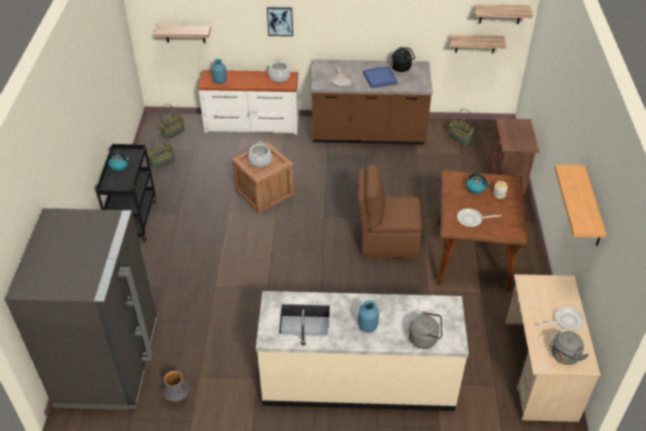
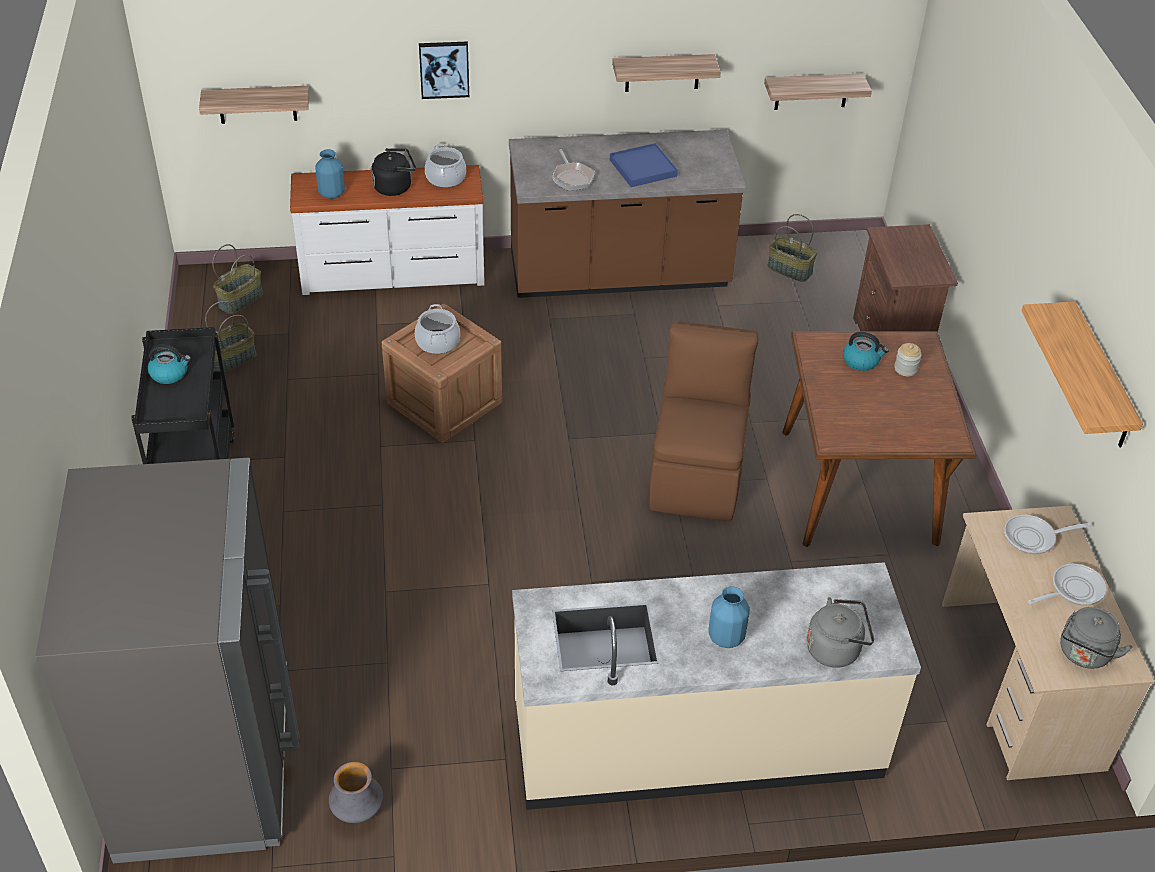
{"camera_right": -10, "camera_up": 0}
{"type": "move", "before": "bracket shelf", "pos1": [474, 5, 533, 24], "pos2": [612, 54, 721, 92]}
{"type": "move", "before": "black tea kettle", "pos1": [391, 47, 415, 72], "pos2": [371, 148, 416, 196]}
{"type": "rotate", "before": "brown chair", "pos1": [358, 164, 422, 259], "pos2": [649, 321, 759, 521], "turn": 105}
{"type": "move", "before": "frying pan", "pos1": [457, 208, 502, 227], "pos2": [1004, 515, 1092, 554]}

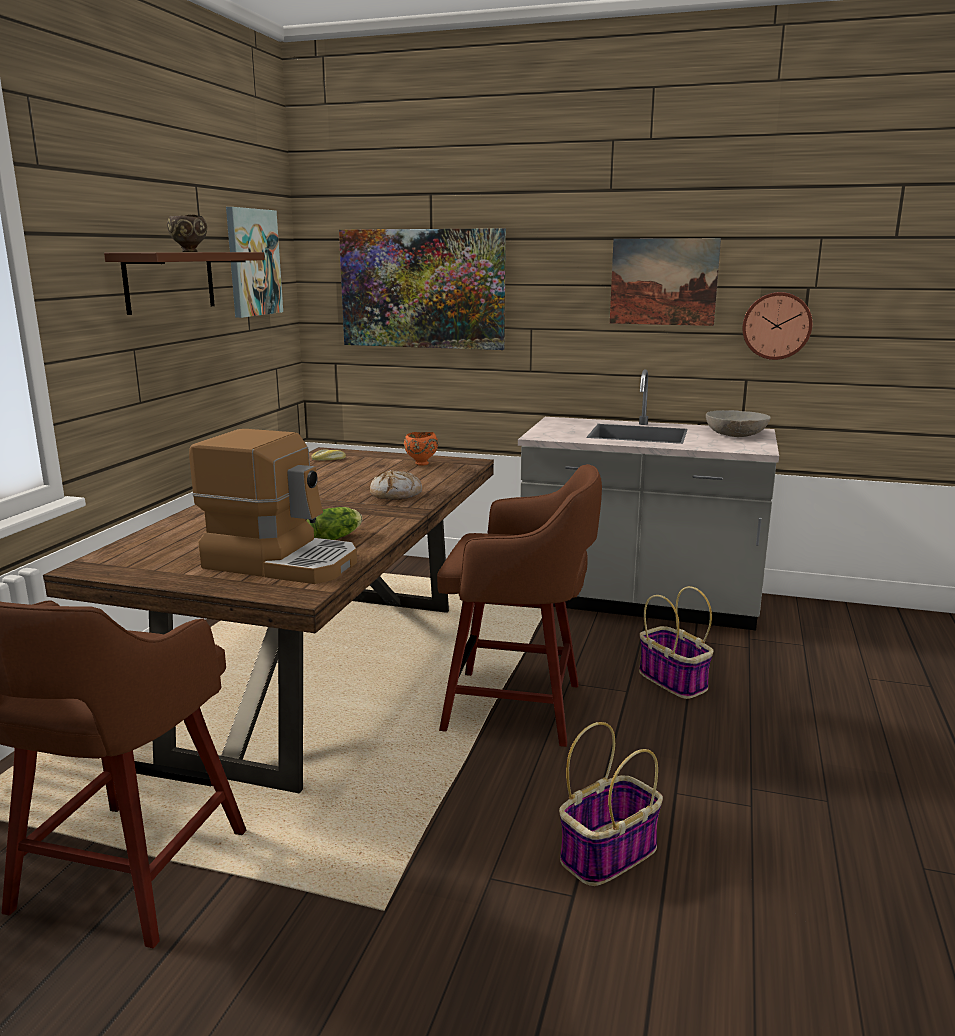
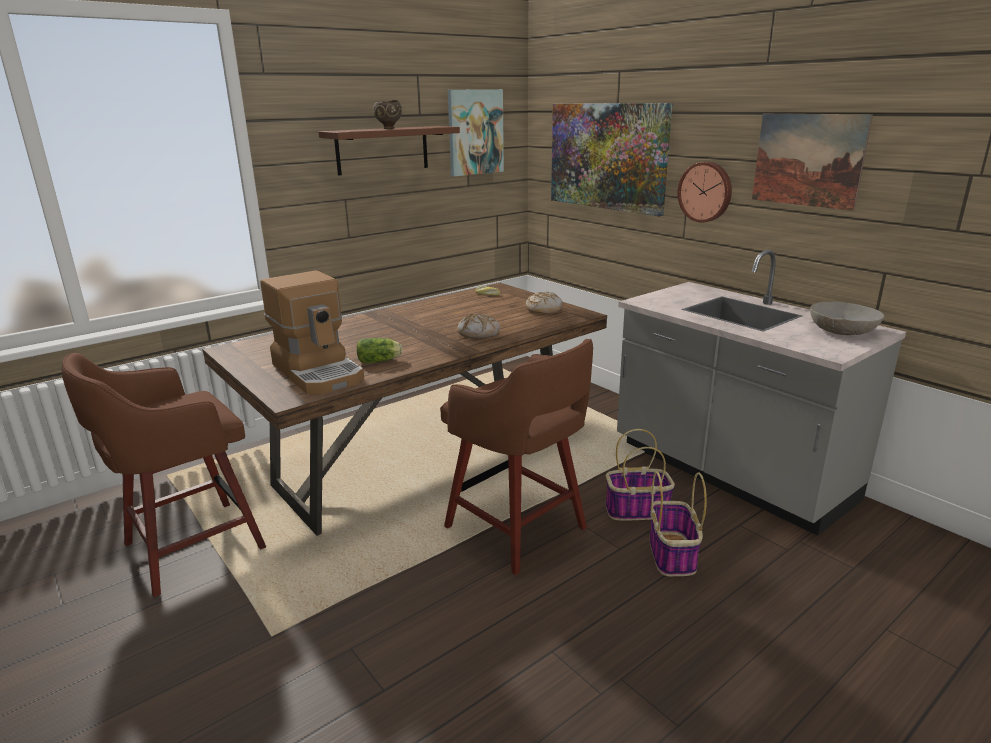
{"camera_right": 35, "camera_up": 5}
{"type": "move", "before": "clock on the wall", "pos1": [743, 292, 812, 360], "pos2": [677, 162, 732, 223]}
{"type": "replace", "before": "orangey bowl", "after": "bakery bread", "pos1": [404, 432, 438, 465], "pos2": [526, 292, 562, 314]}
{"type": "move", "before": "basket", "pos1": [559, 722, 663, 886], "pos2": [606, 429, 675, 521]}

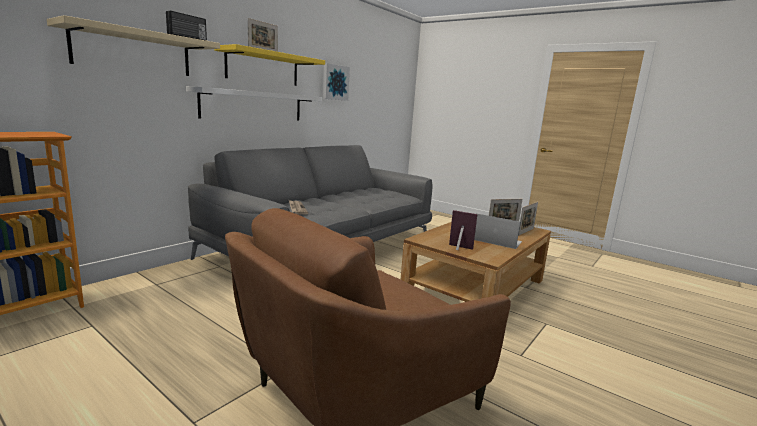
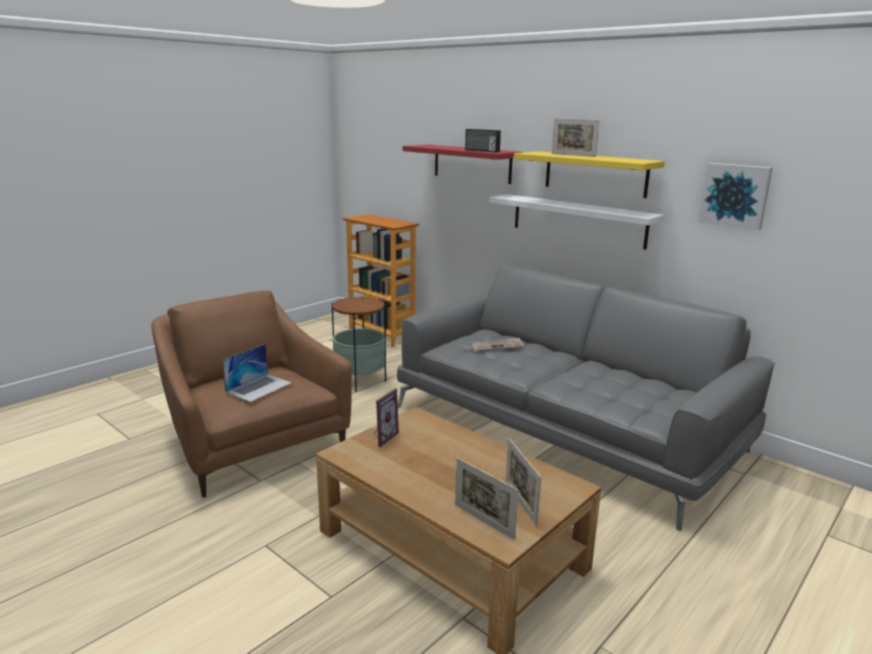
{"camera_right": 95, "camera_up": 5}
{"type": "recolor", "before": "beige-coloured bracket shelf", "after": "red-coloured bracket shelf", "pos1": [47, 15, 220, 76], "pos2": [403, 145, 523, 184]}
{"type": "move", "before": "portable computer", "pos1": [474, 213, 522, 249], "pos2": [222, 344, 292, 402]}
{"type": "insert", "after": "accent table", "pos2": [332, 296, 386, 392]}

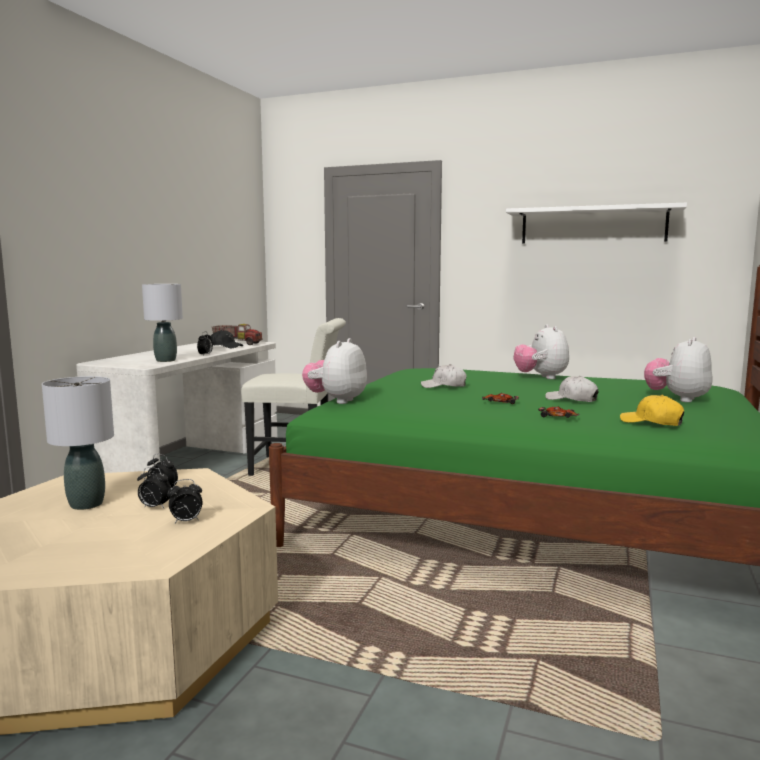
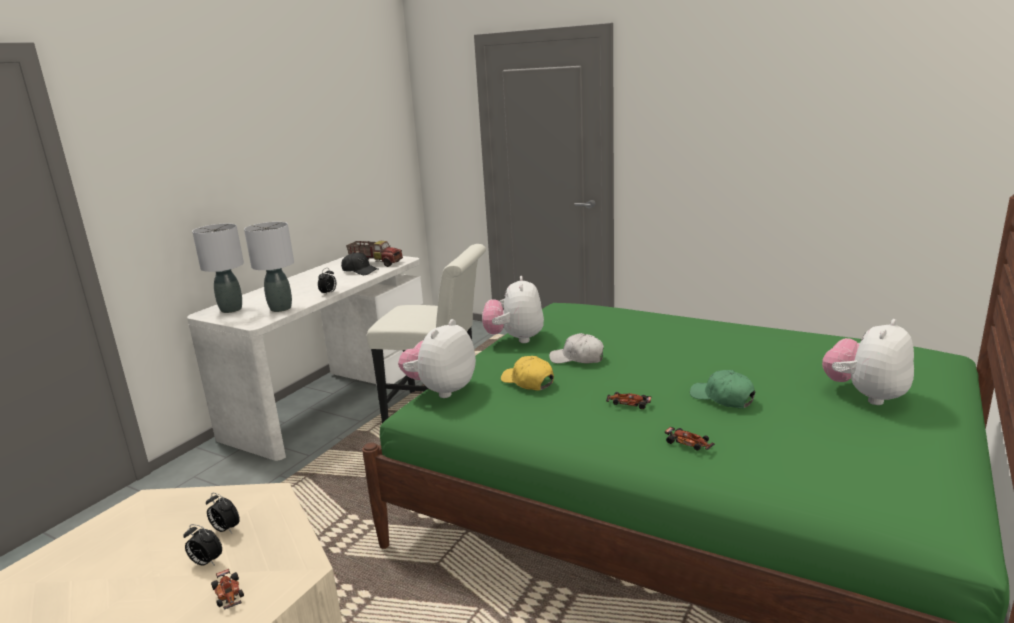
{"camera_right": 10, "camera_up": 10}
{"type": "delete", "before": "white bracket shelf", "pos1": [506, 203, 687, 244]}
{"type": "move", "before": "soft toy", "pos1": [513, 324, 569, 379], "pos2": [482, 276, 544, 343]}
{"type": "move", "before": "gray table lamp", "pos1": [42, 376, 114, 510], "pos2": [192, 223, 244, 313]}
{"type": "recolor", "before": "white cap", "after": "green-coloured cap", "pos1": [545, 376, 598, 402], "pos2": [690, 370, 755, 408]}
{"type": "move", "before": "yellowish cap", "pos1": [620, 395, 684, 426], "pos2": [501, 356, 554, 391]}
{"type": "replace", "before": "alarm clock", "after": "toy car", "pos1": [167, 479, 202, 523], "pos2": [211, 569, 244, 610]}

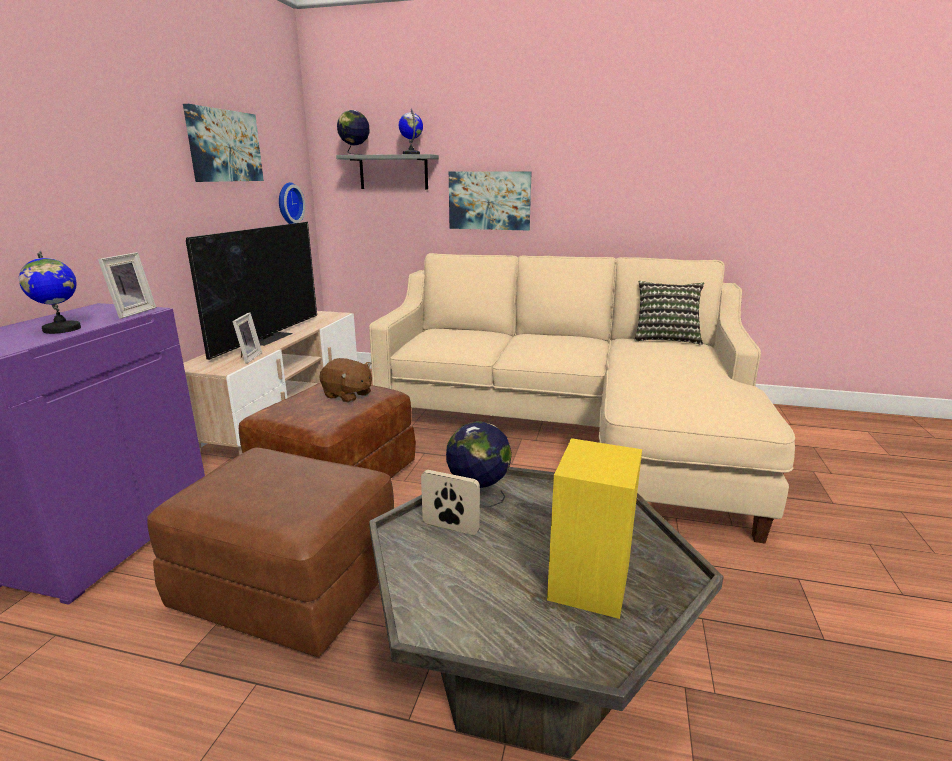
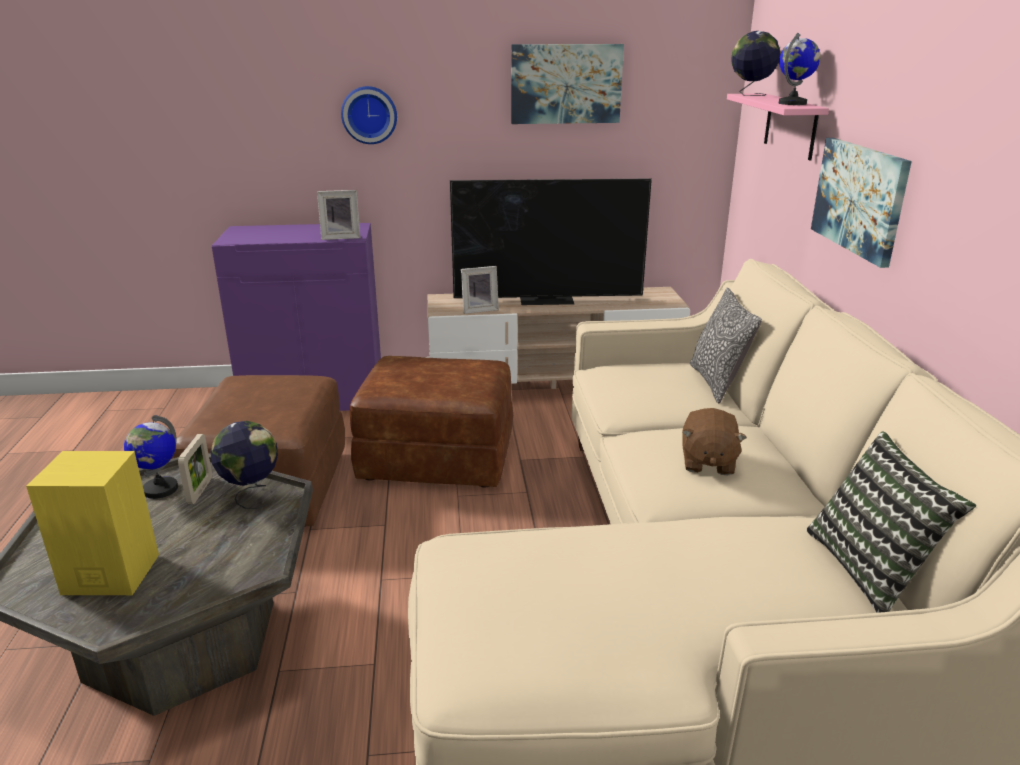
{"camera_right": 70, "camera_up": 5}
{"type": "recolor", "before": "gray bracket shelf", "after": "pink-coloured bracket shelf", "pos1": [336, 154, 439, 190], "pos2": [727, 93, 829, 161]}
{"type": "move", "before": "clock on the wall", "pos1": [279, 182, 305, 224], "pos2": [341, 86, 397, 144]}
{"type": "move", "before": "world globe", "pos1": [19, 251, 81, 334], "pos2": [124, 415, 178, 499]}
{"type": "move", "before": "brown soft toy", "pos1": [319, 358, 372, 403], "pos2": [682, 408, 747, 475]}
{"type": "insert", "after": "cushion", "pos2": [690, 287, 762, 403]}

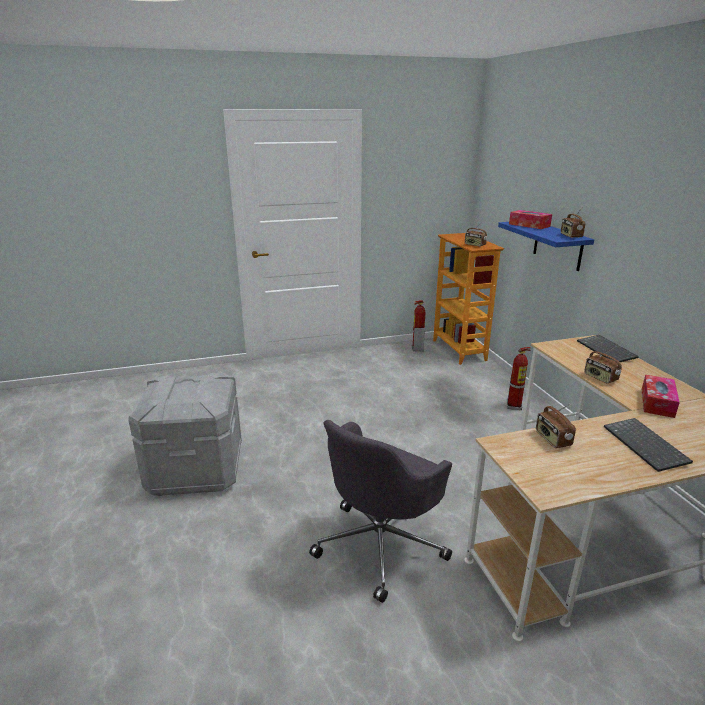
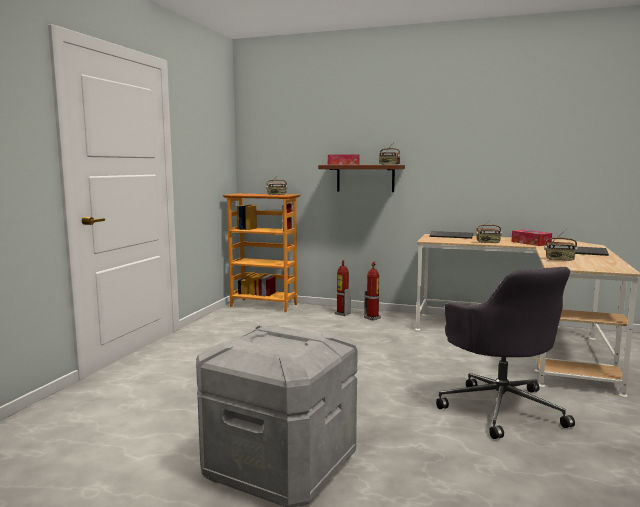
{"camera_right": -55, "camera_up": -15}
{"type": "recolor", "before": "blue bracket shelf", "after": "brown bracket shelf", "pos1": [498, 222, 594, 271], "pos2": [318, 165, 405, 192]}
{"type": "move", "before": "fire extinguisher", "pos1": [412, 300, 426, 351], "pos2": [334, 260, 351, 316]}

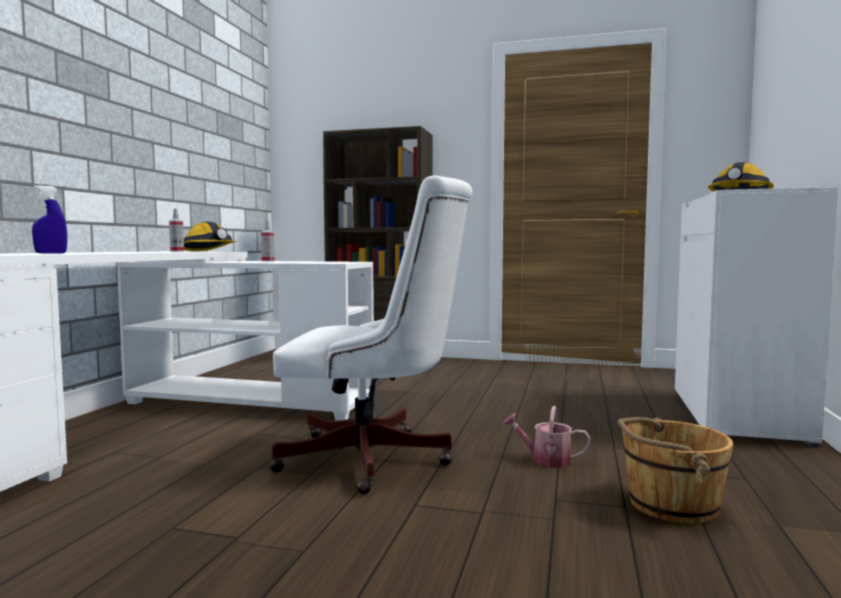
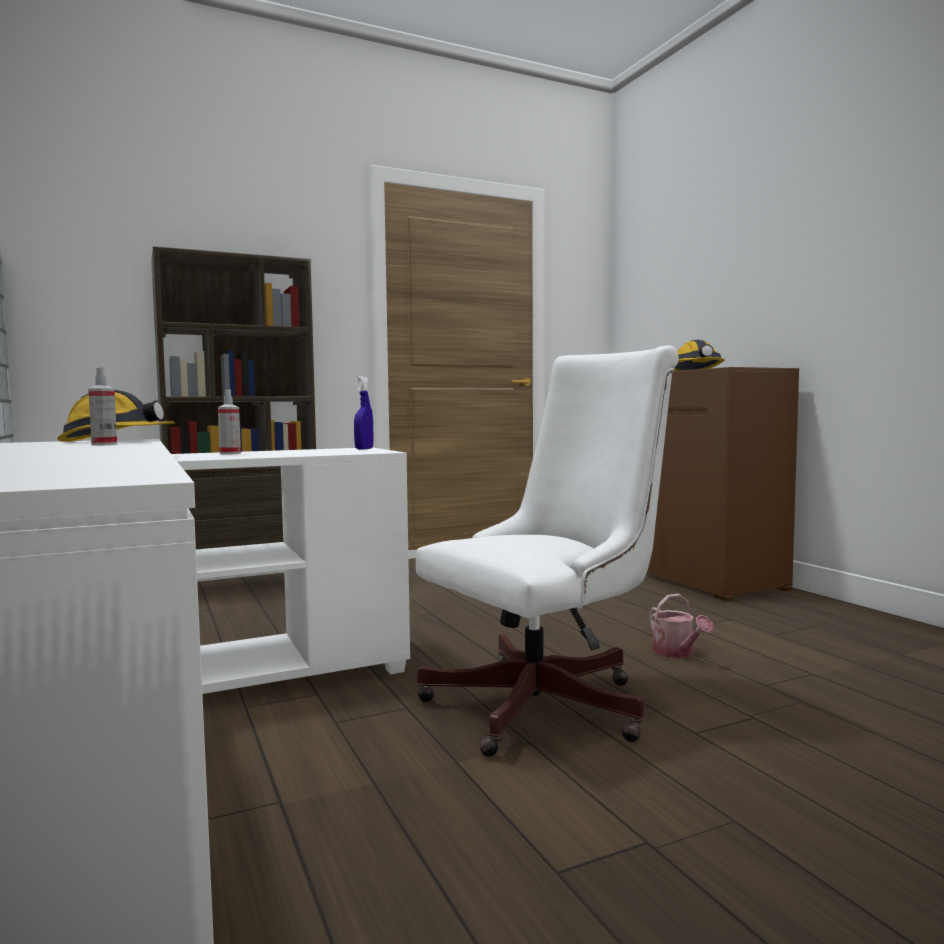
{"camera_right": -40, "camera_up": 0}
{"type": "move", "before": "blue spray bottle", "pos1": [32, 185, 67, 253], "pos2": [354, 376, 374, 450]}
{"type": "recolor", "before": "white cabinet", "after": "brown cabinet", "pos1": [675, 187, 838, 448], "pos2": [647, 367, 799, 601]}
{"type": "rotate", "before": "watering can", "pos1": [503, 406, 591, 467], "pos2": [649, 594, 713, 658], "turn": -90}
{"type": "delete", "before": "brown water bucket", "pos1": [617, 417, 733, 524]}

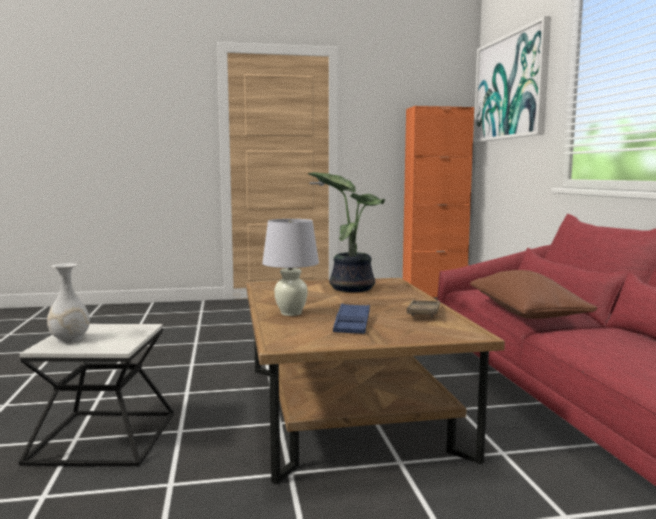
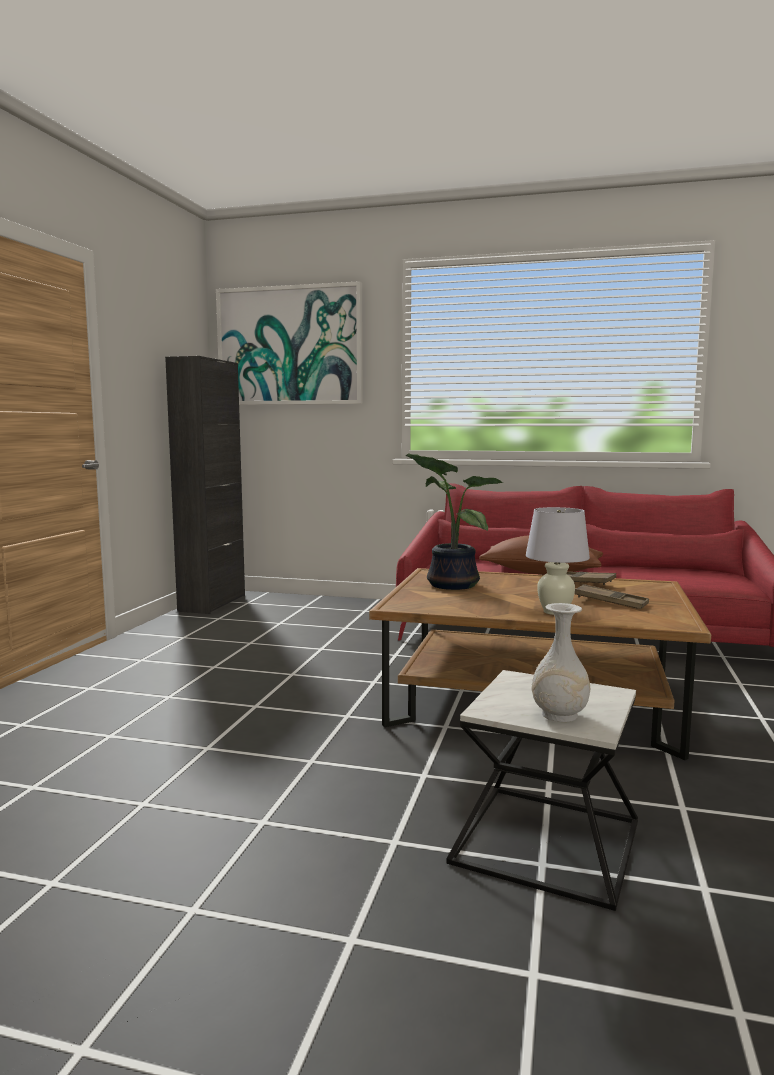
{"camera_right": -65, "camera_up": 0}
{"type": "recolor", "before": "orangey cabinet", "after": "black cabinet", "pos1": [403, 106, 474, 298], "pos2": [165, 356, 245, 614]}
{"type": "recolor", "before": "blue serving tray", "after": "brown serving tray", "pos1": [333, 303, 370, 334], "pos2": [575, 584, 649, 609]}

